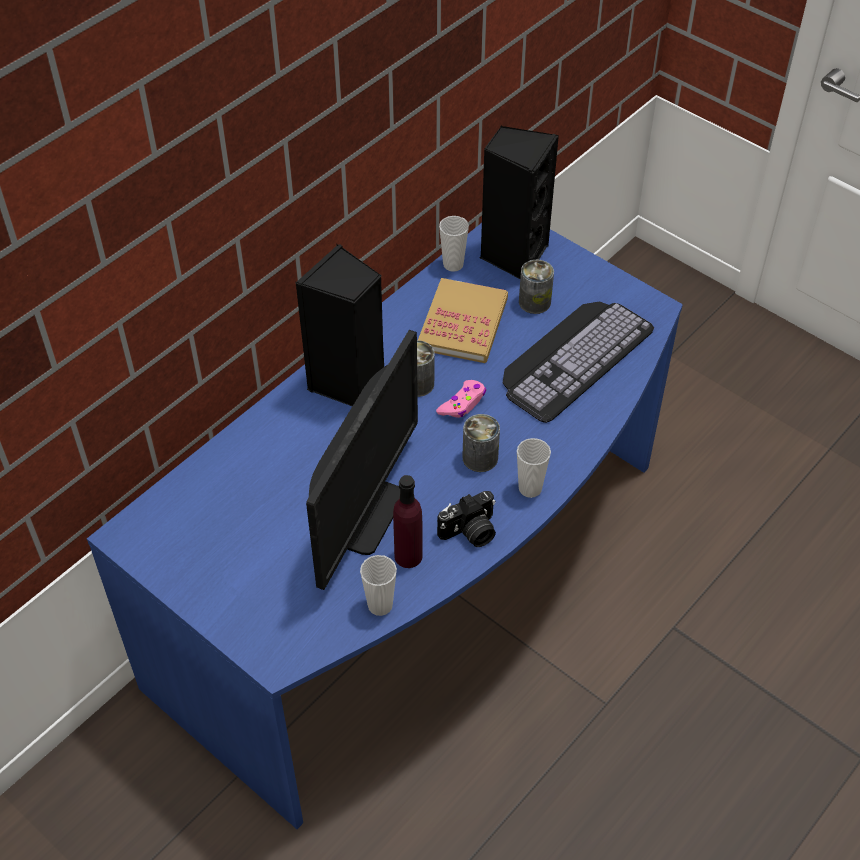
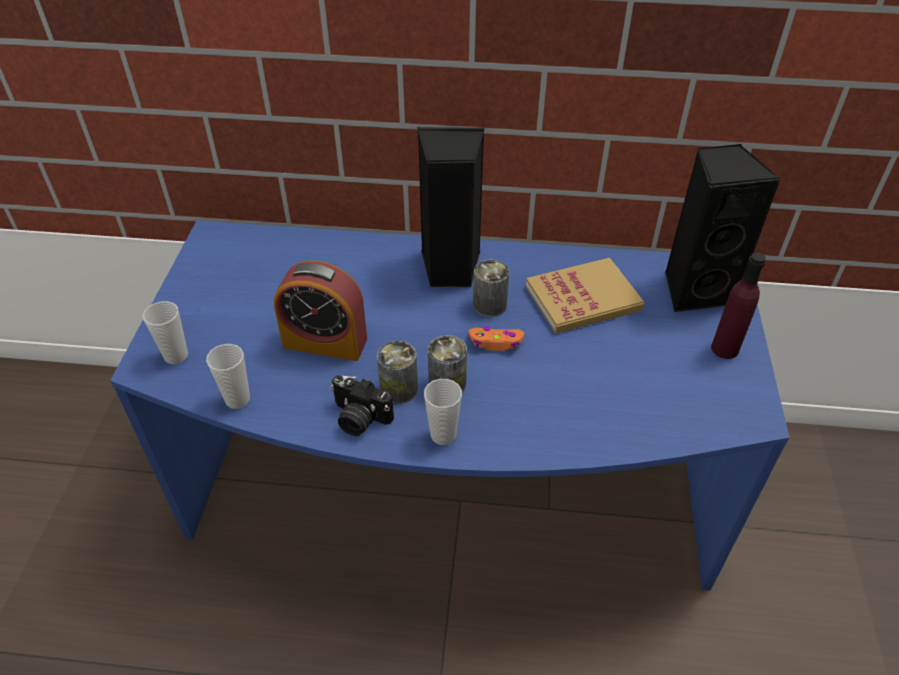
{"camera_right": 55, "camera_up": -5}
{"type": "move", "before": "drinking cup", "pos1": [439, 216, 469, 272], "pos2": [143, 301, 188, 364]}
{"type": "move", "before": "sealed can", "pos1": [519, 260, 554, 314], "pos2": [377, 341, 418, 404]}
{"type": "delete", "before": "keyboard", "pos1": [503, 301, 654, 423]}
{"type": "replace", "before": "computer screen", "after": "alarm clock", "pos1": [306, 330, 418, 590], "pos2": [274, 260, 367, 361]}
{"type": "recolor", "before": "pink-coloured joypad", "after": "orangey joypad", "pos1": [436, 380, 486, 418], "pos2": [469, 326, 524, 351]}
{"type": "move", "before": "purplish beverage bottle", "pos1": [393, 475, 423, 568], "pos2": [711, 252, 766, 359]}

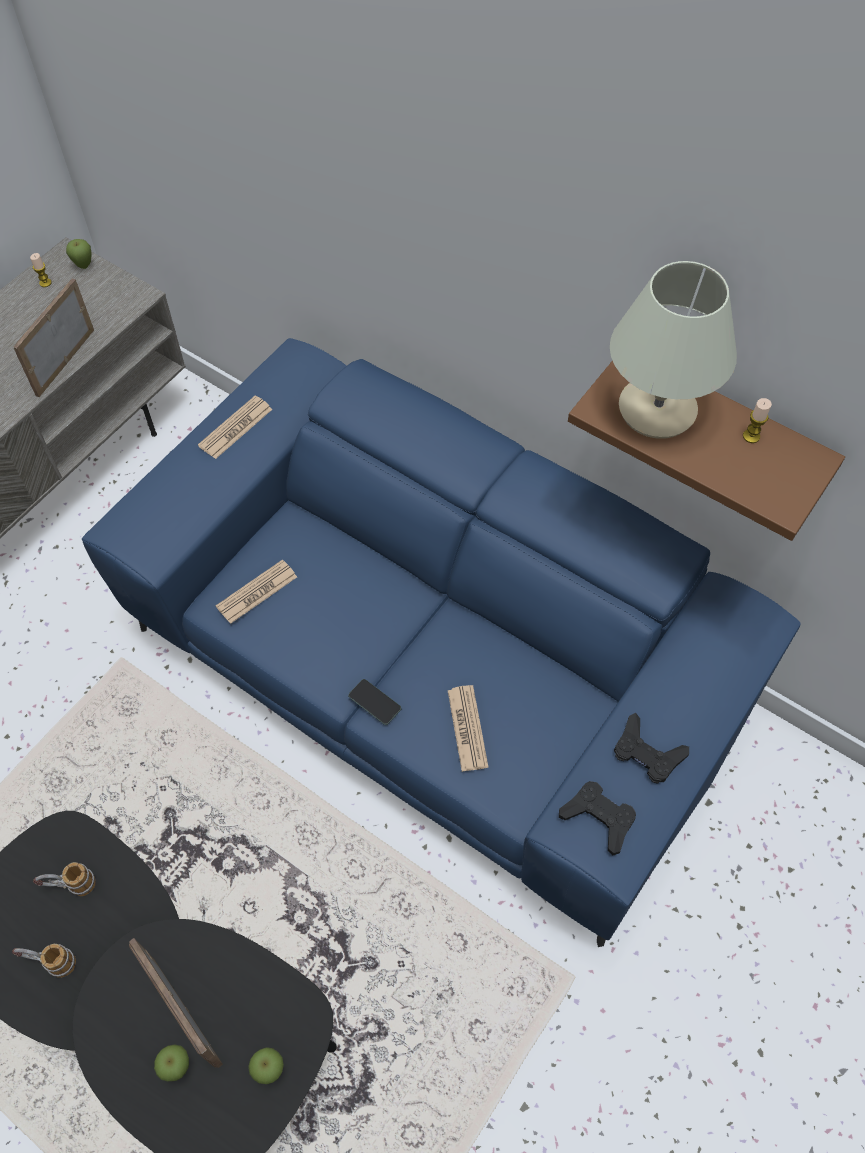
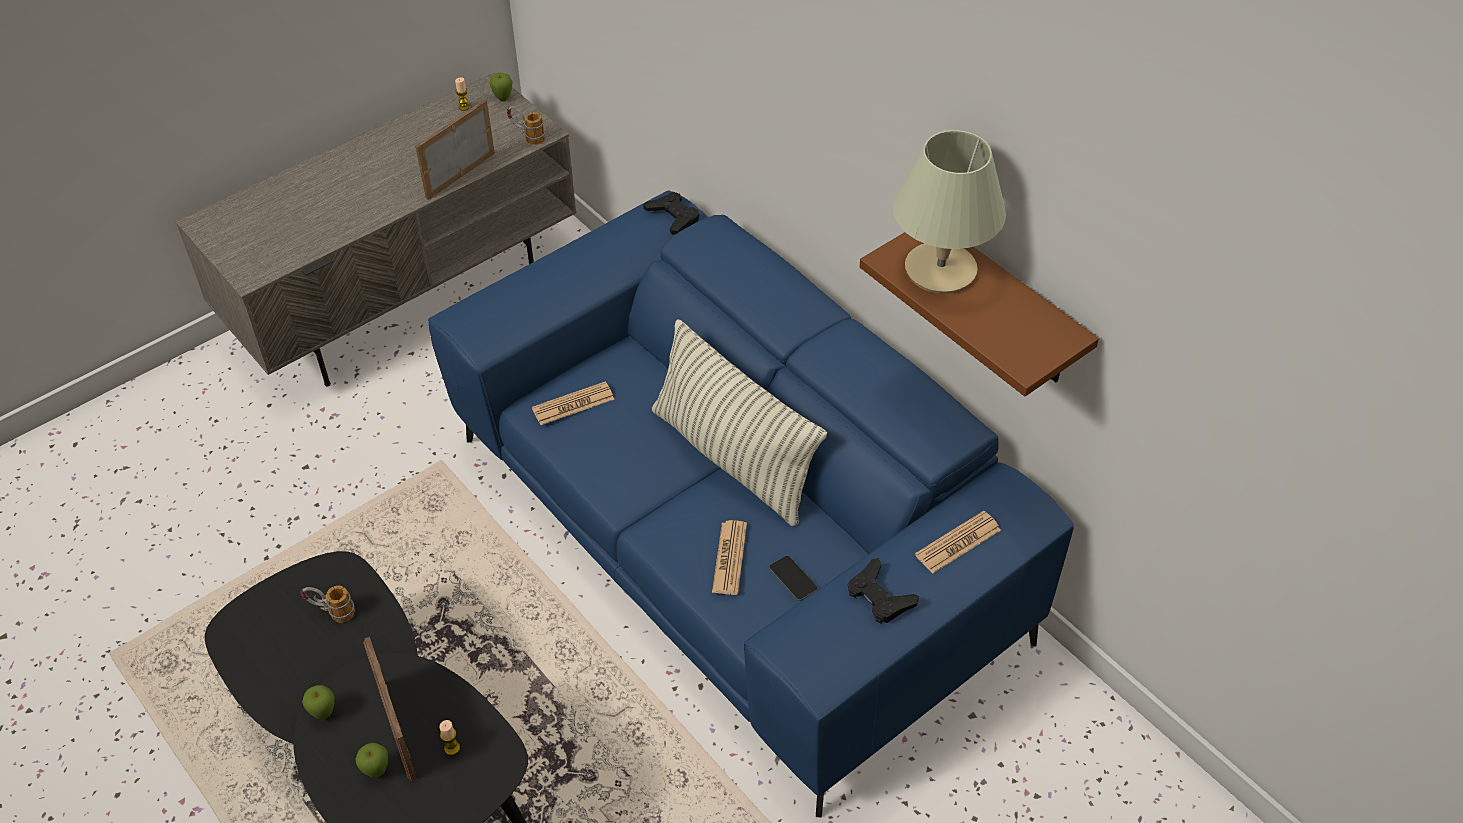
{"camera_right": 15, "camera_up": -10}
{"type": "move", "before": "daily paper", "pos1": [198, 396, 273, 459], "pos2": [915, 511, 1001, 574]}
{"type": "move", "before": "wax candle", "pos1": [743, 398, 772, 443], "pos2": [439, 720, 460, 755]}
{"type": "move", "before": "telephone", "pos1": [348, 679, 402, 725], "pos2": [769, 555, 818, 601]}
{"type": "move", "before": "black joypad", "pos1": [559, 781, 636, 856], "pos2": [643, 192, 699, 235]}
{"type": "move", "before": "tea mug", "pos1": [12, 944, 76, 978], "pos2": [507, 106, 545, 145]}
{"type": "move", "before": "whole apple", "pos1": [248, 1047, 284, 1084], "pos2": [302, 685, 335, 719]}
{"type": "insert", "after": "cushion", "pos2": [652, 319, 827, 526]}

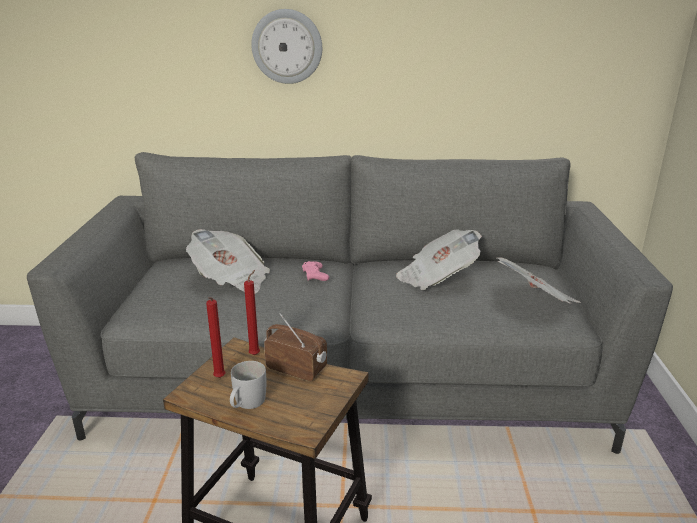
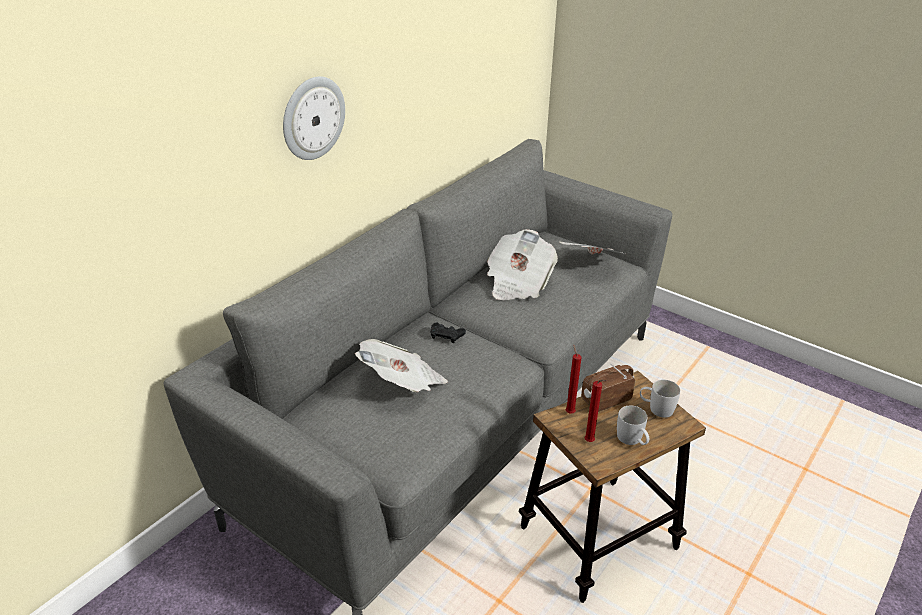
{"camera_right": -55, "camera_up": 10}
{"type": "recolor", "before": "pink-coloured joypad", "after": "black joypad", "pos1": [302, 261, 329, 281], "pos2": [430, 322, 466, 343]}
{"type": "insert", "after": "white tea mug", "pos2": [640, 380, 680, 418]}

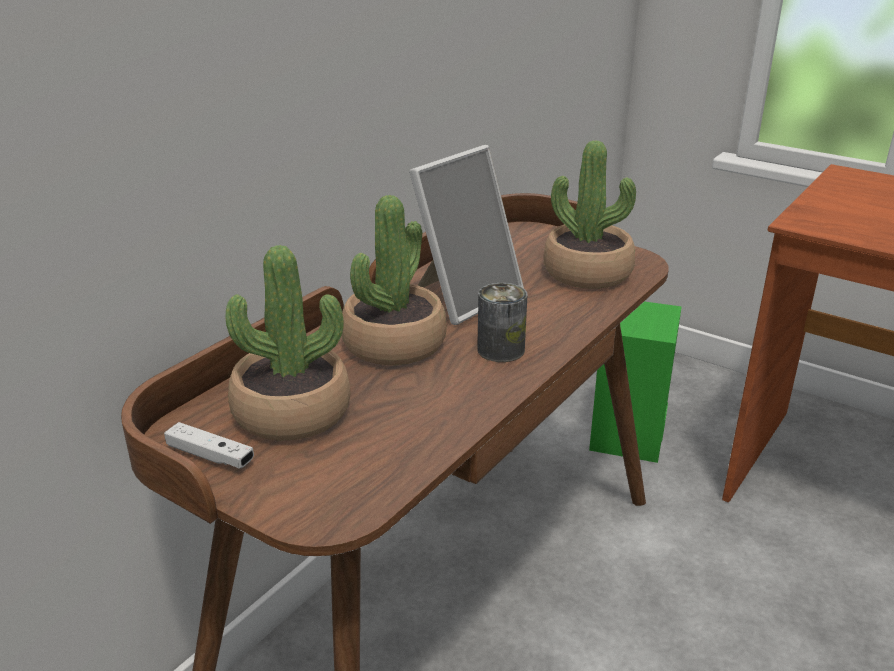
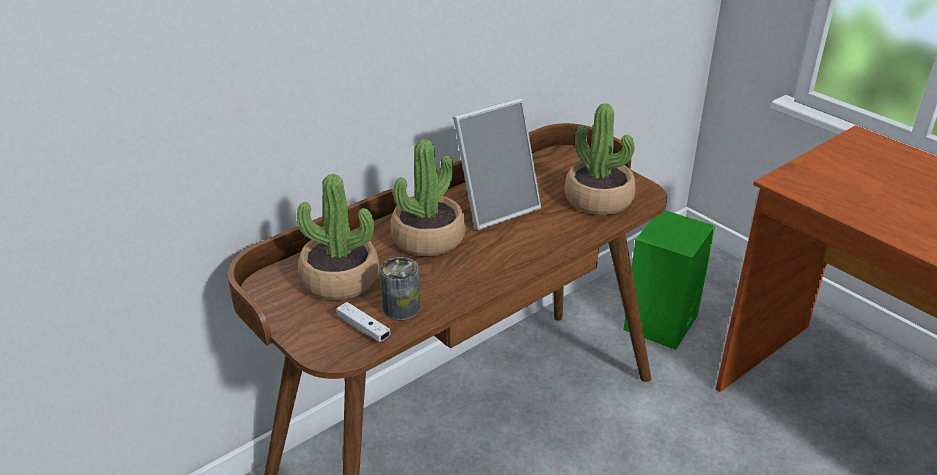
{"camera_right": 15, "camera_up": 5}
{"type": "move", "before": "sealed can", "pos1": [477, 283, 527, 362], "pos2": [380, 257, 420, 320]}
{"type": "move", "before": "white joypad", "pos1": [164, 422, 254, 468], "pos2": [336, 302, 390, 342]}

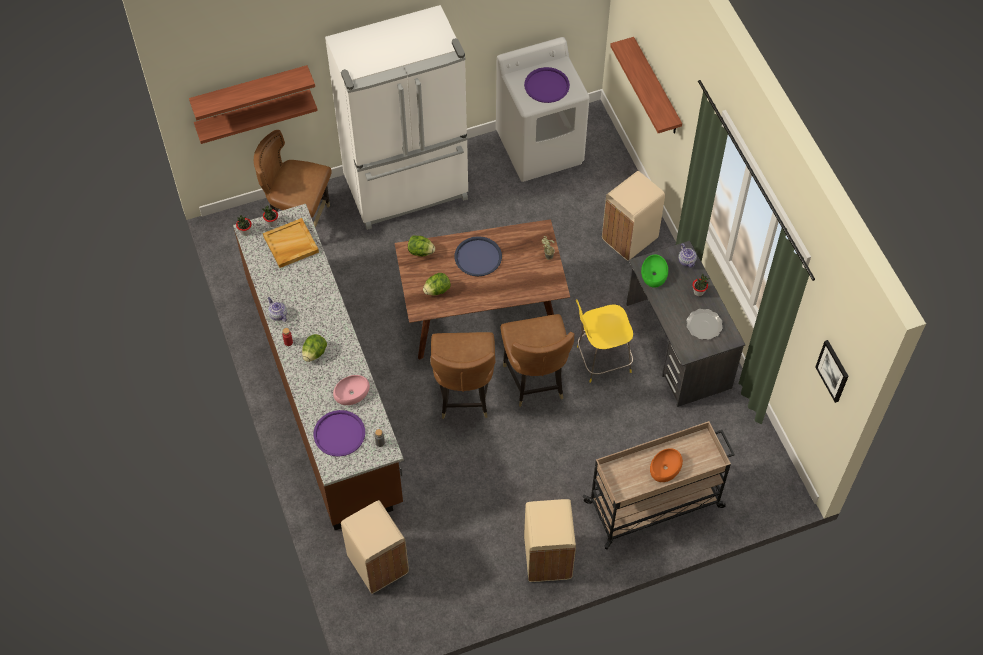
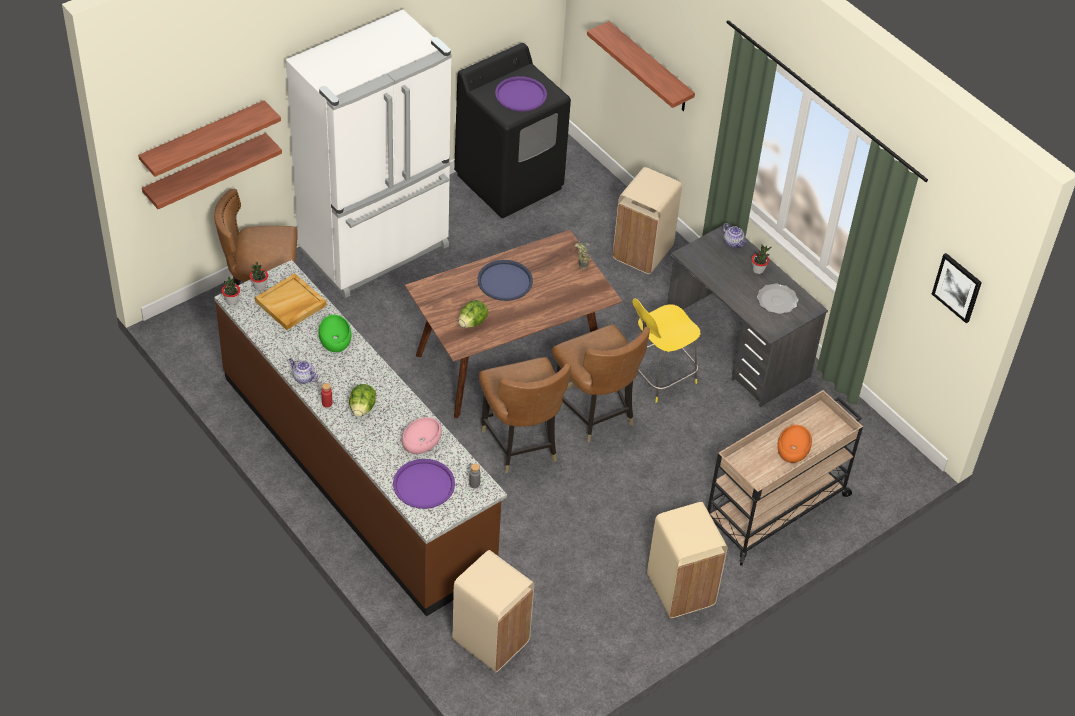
{"camera_right": -20, "camera_up": -10}
{"type": "recolor", "before": "white washing machine", "after": "black washing machine", "pos1": [496, 37, 590, 182], "pos2": [454, 43, 571, 218]}
{"type": "delete", "before": "lettuce", "pos1": [408, 235, 435, 256]}
{"type": "move", "before": "green-coloured bowl", "pos1": [641, 255, 668, 288], "pos2": [318, 315, 351, 352]}

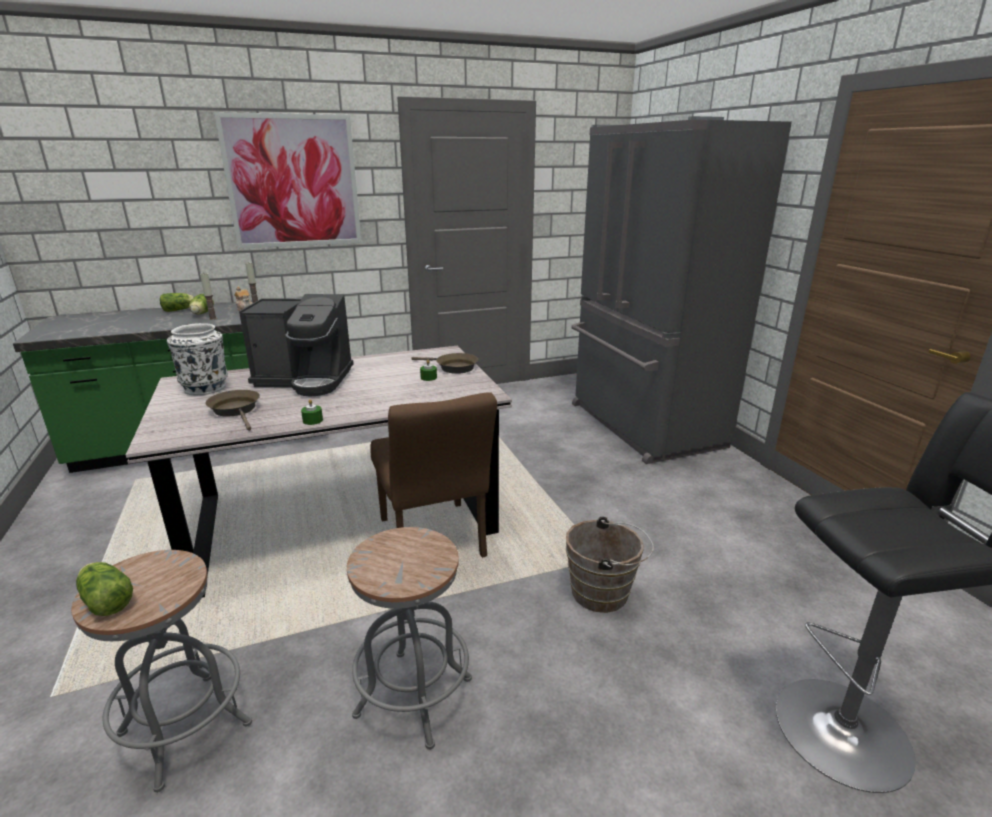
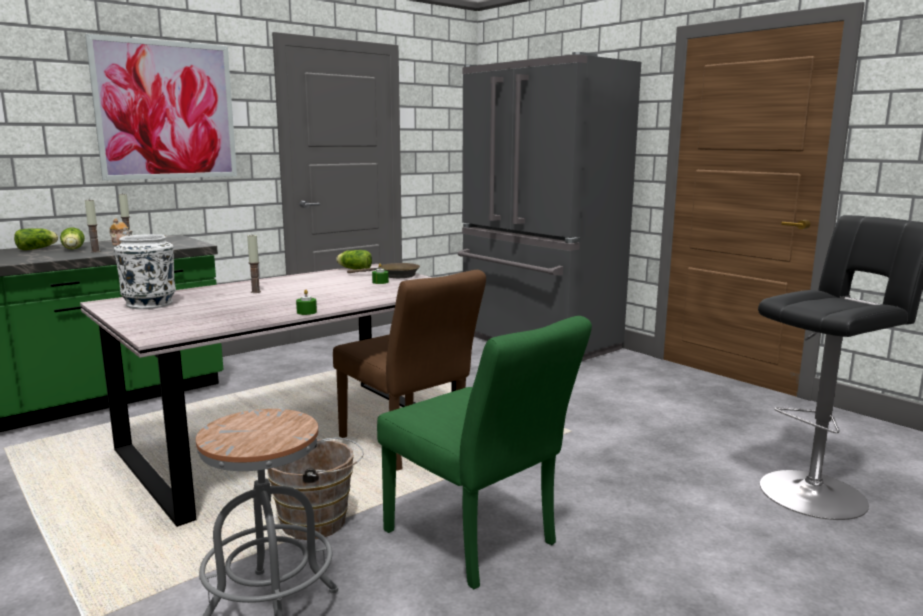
{"camera_right": -20, "camera_up": -10}
{"type": "replace", "before": "coffee brewer", "after": "wax candle", "pos1": [239, 294, 354, 396], "pos2": [247, 235, 261, 293]}
{"type": "delete", "before": "brown frying pan", "pos1": [205, 390, 260, 431]}
{"type": "move", "before": "brown water bucket", "pos1": [566, 517, 654, 613], "pos2": [267, 438, 364, 540]}
{"type": "replace", "before": "gray stool", "after": "green-coloured chair", "pos1": [347, 527, 472, 750], "pos2": [377, 316, 592, 589]}
{"type": "move", "before": "lettuce", "pos1": [76, 562, 133, 616], "pos2": [336, 250, 372, 270]}

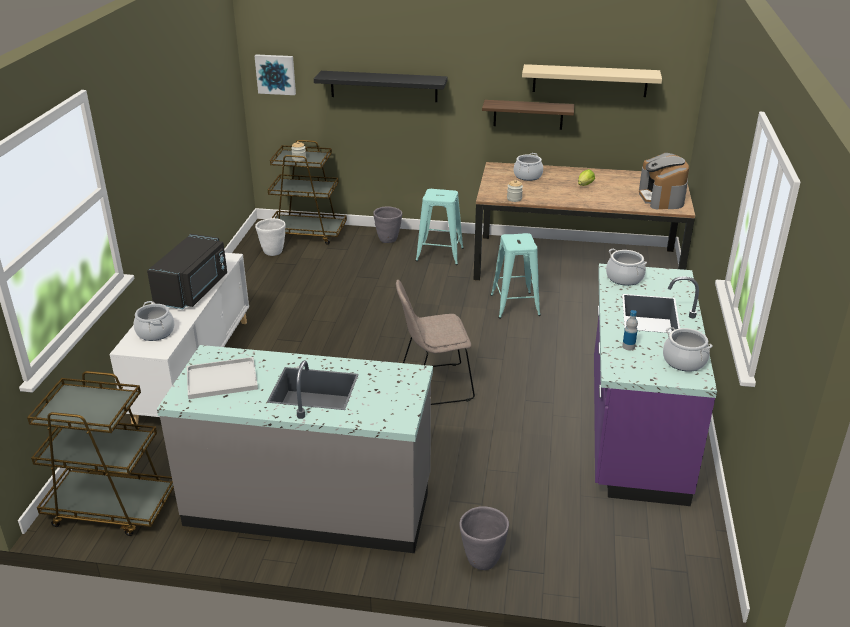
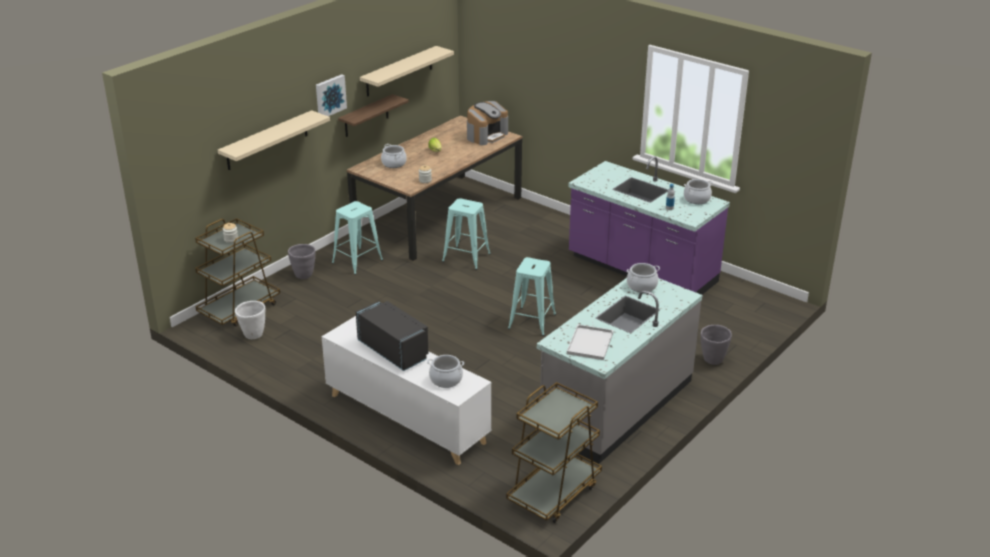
{"camera_right": -60, "camera_up": 0}
{"type": "move", "before": "wall picture", "pos1": [255, 54, 296, 95], "pos2": [316, 74, 347, 116]}
{"type": "recolor", "before": "black bracket shelf", "after": "beige-coloured bracket shelf", "pos1": [314, 71, 448, 102], "pos2": [218, 110, 330, 170]}
{"type": "rotate", "before": "coffee brewer", "pos1": [639, 153, 689, 210], "pos2": [467, 101, 508, 145], "turn": -75}
{"type": "move", "before": "stockpot", "pos1": [606, 249, 647, 286], "pos2": [627, 263, 660, 292]}
{"type": "replace", "before": "beige-coloured chair", "after": "blue-green stool", "pos1": [396, 280, 475, 405], "pos2": [508, 257, 556, 336]}

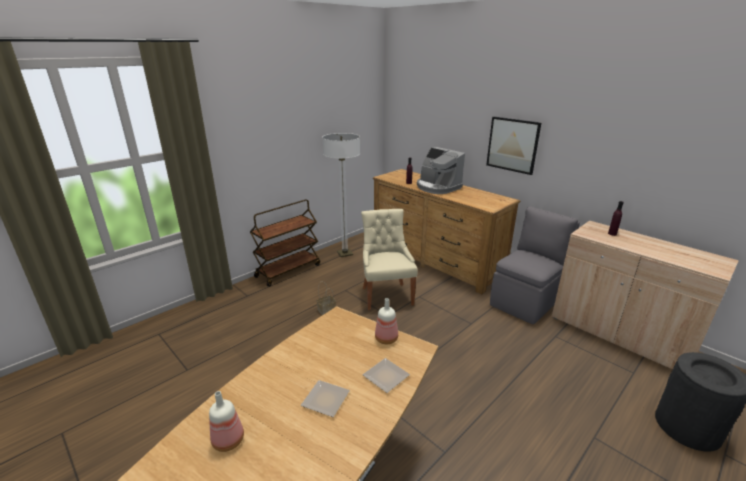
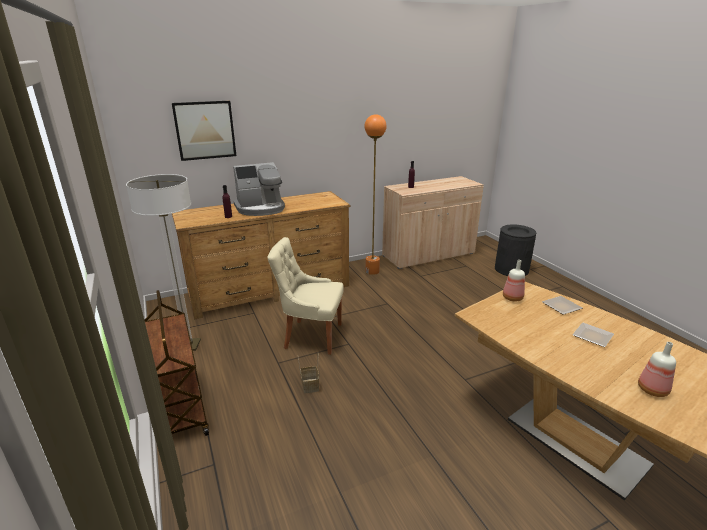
{"camera_right": -70, "camera_up": 0}
{"type": "move", "before": "wall picture", "pos1": [486, 117, 541, 175], "pos2": [172, 101, 236, 161]}
{"type": "replace", "before": "gray chair", "after": "orangey floor lamp", "pos1": [490, 206, 580, 324], "pos2": [365, 114, 387, 275]}

